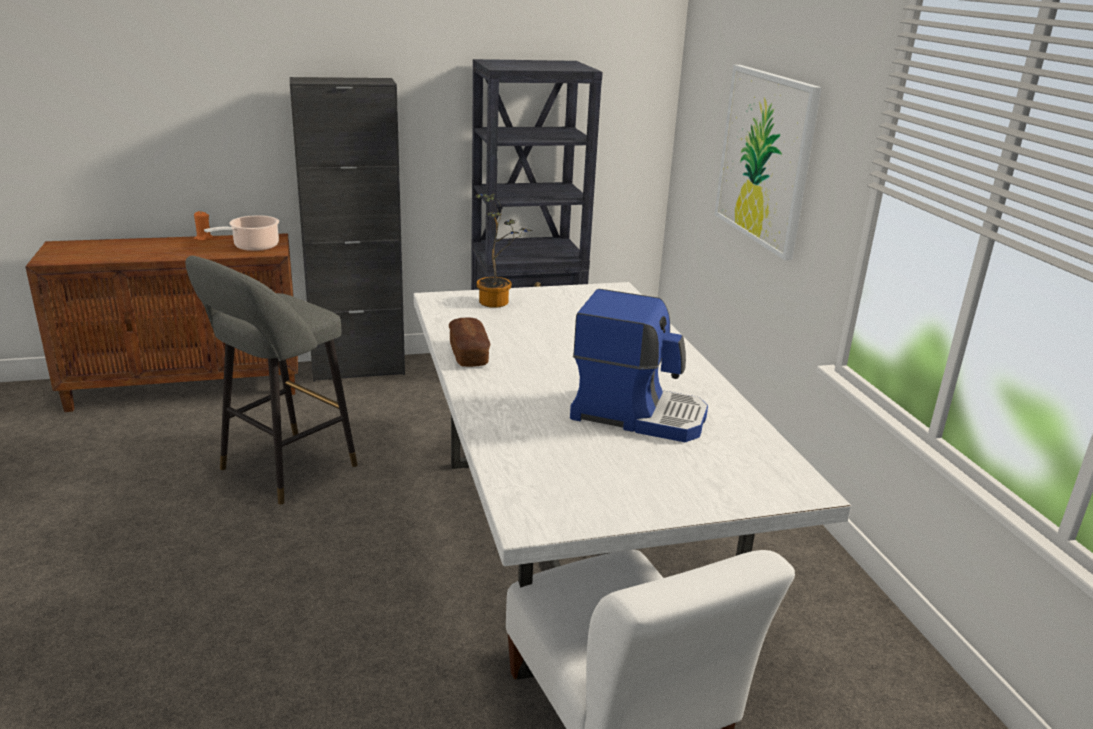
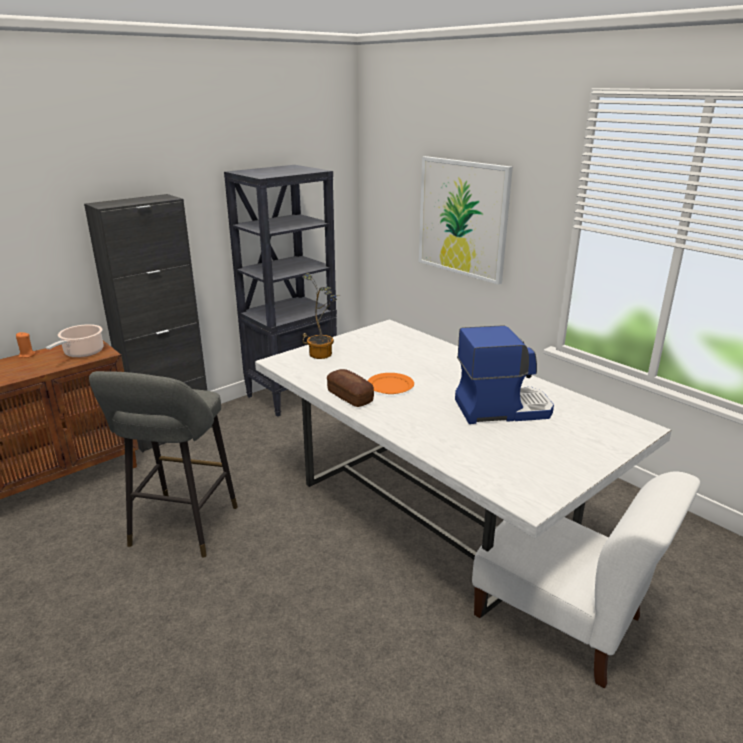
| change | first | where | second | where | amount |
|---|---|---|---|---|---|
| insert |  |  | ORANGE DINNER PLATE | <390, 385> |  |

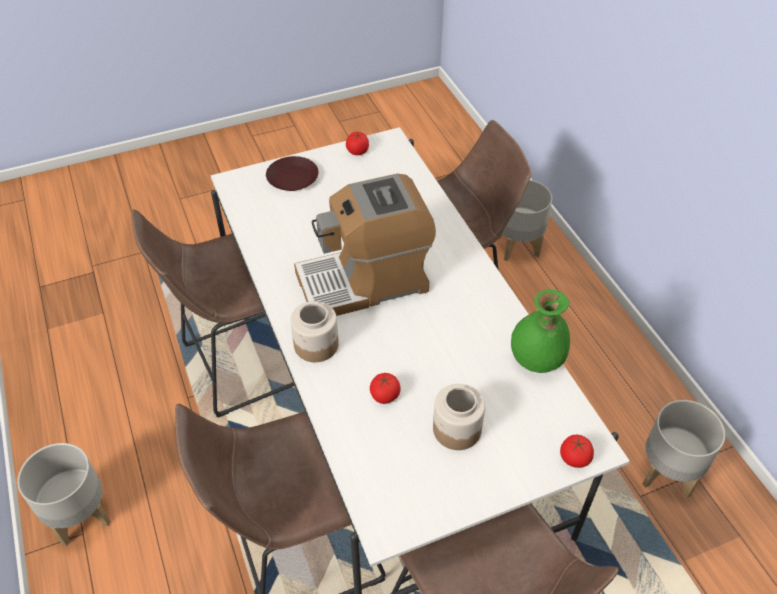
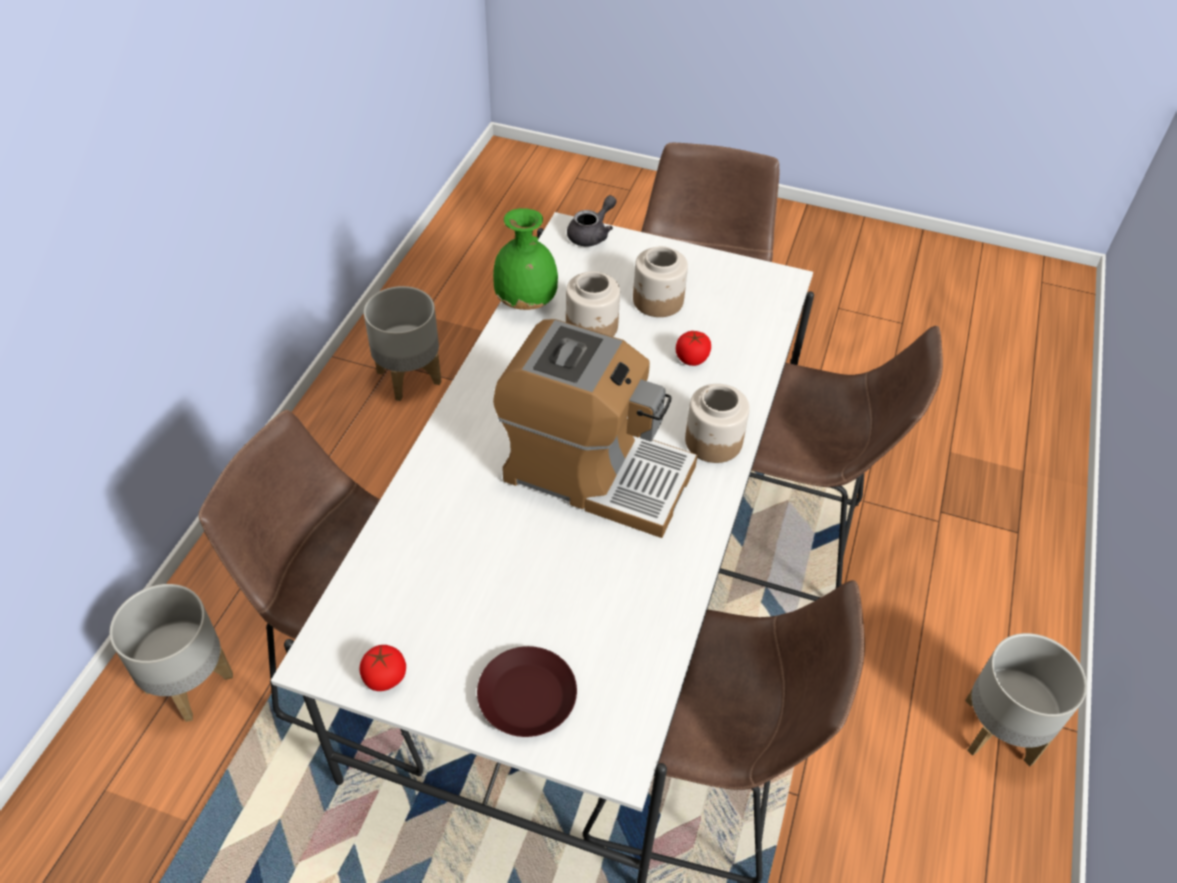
| change | first | where | second | where | amount |
|---|---|---|---|---|---|
| insert |  |  | PRESERVE JAR | <592, 326> |  |
| replace | WHOLE TOMATO | <574, 458> | GREY TEAPOT | <592, 234> |  |

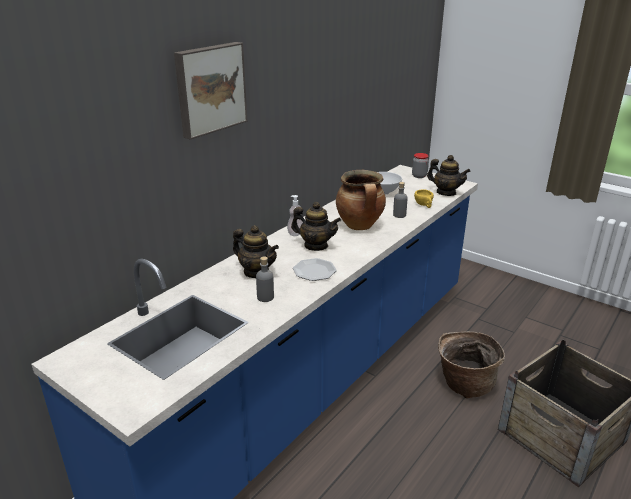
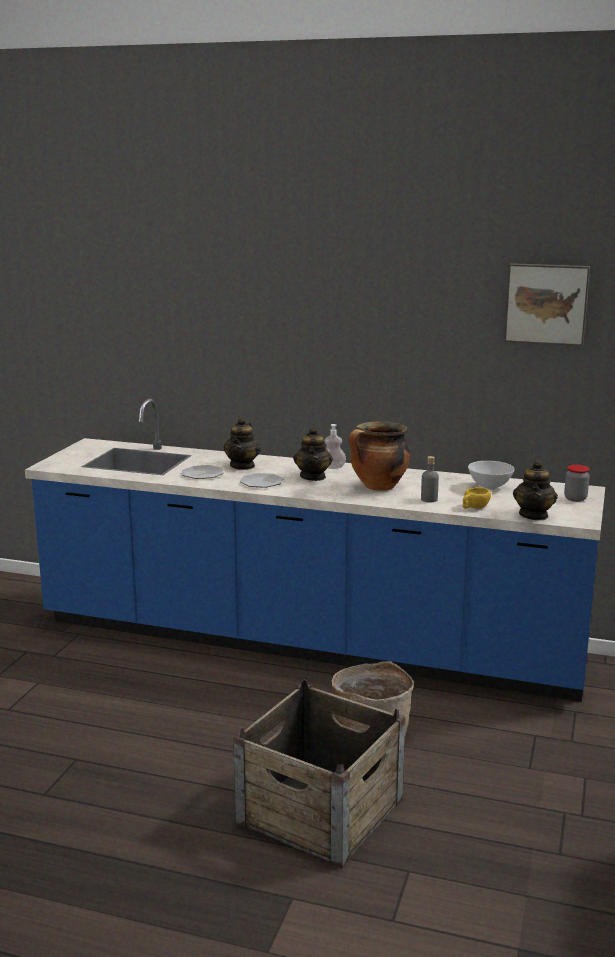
| change | first | where | second | where | amount |
|---|---|---|---|---|---|
| move | WALL ART | <210, 89> |  | <546, 303> |  |
| replace | GREY DRINK BOTTLE | <265, 297> | DINNER PLATE | <203, 474> |  |

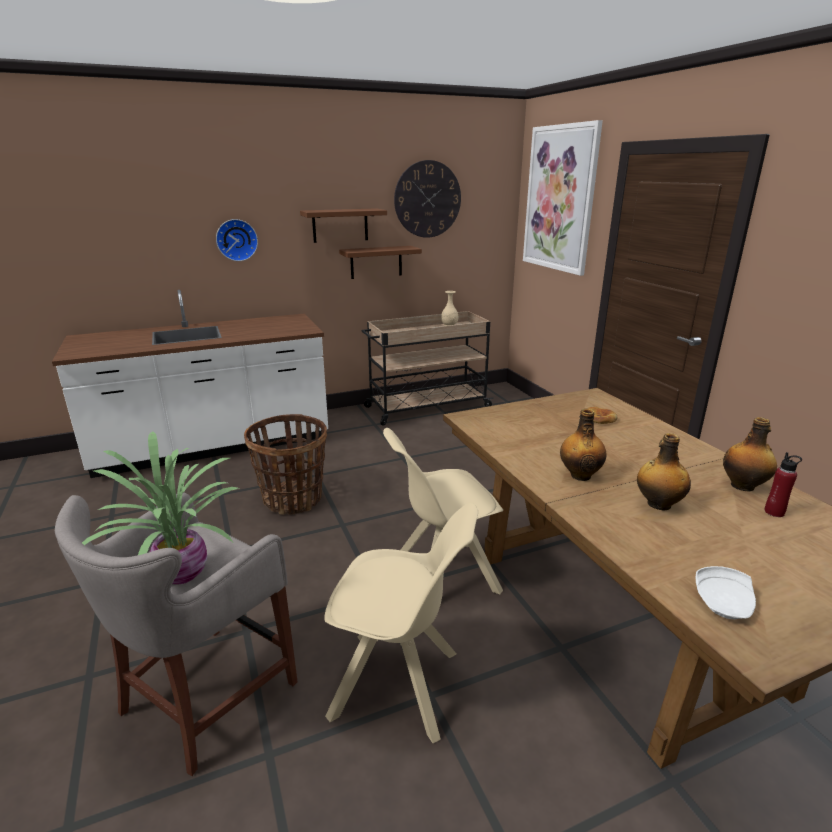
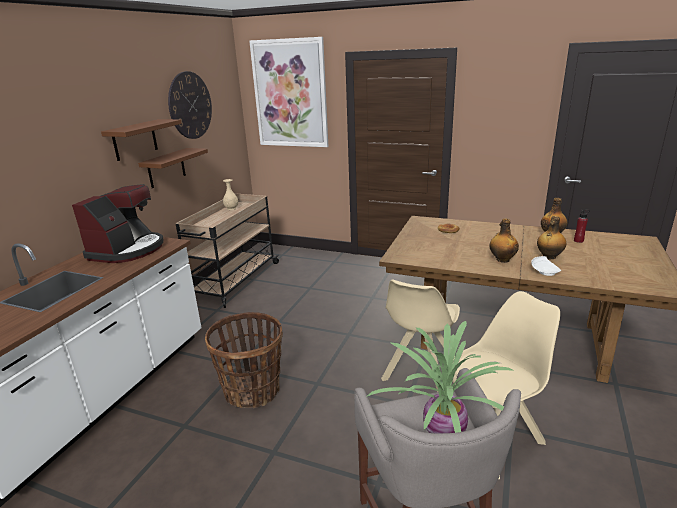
| change | first | where | second | where | amount |
|---|---|---|---|---|---|
| delete | CLOCK ON THE WALL | <236, 240> |  |  |  |
| insert |  |  | COFFEE BREWER | <128, 250> |  |
| move | WHITE DINNER PLATE | <724, 603> |  | <545, 271> |  |

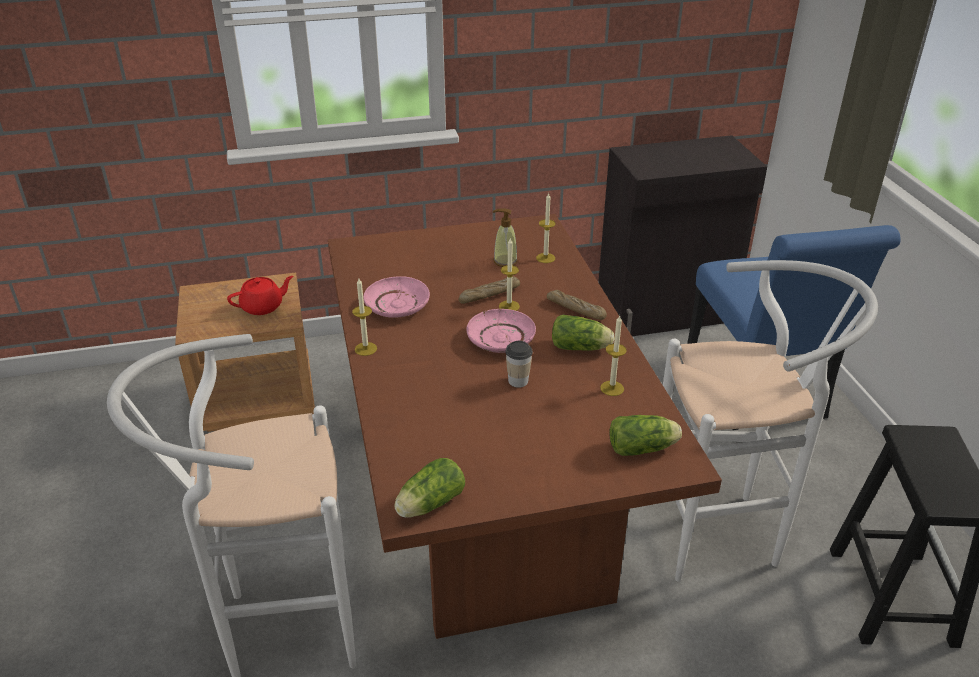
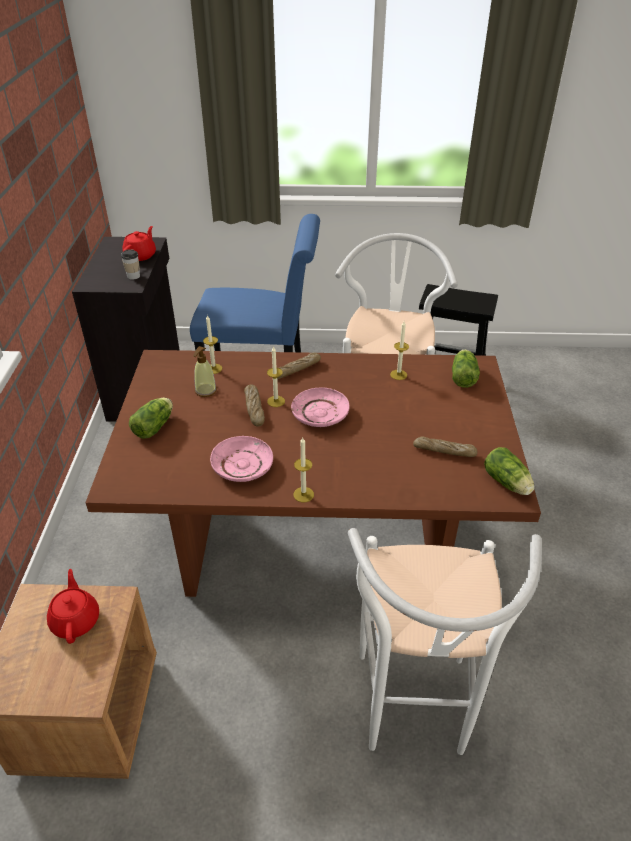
| change | first | where | second | where | amount |
|---|---|---|---|---|---|
| insert |  |  | REDDISH TEAPOT | <141, 255> |  |
| insert |  |  | BREAD | <444, 451> |  |
| move | SMALL CUP | <518, 381> |  | <133, 276> |  |
| move | LETTUCE | <582, 348> |  | <155, 426> |  |

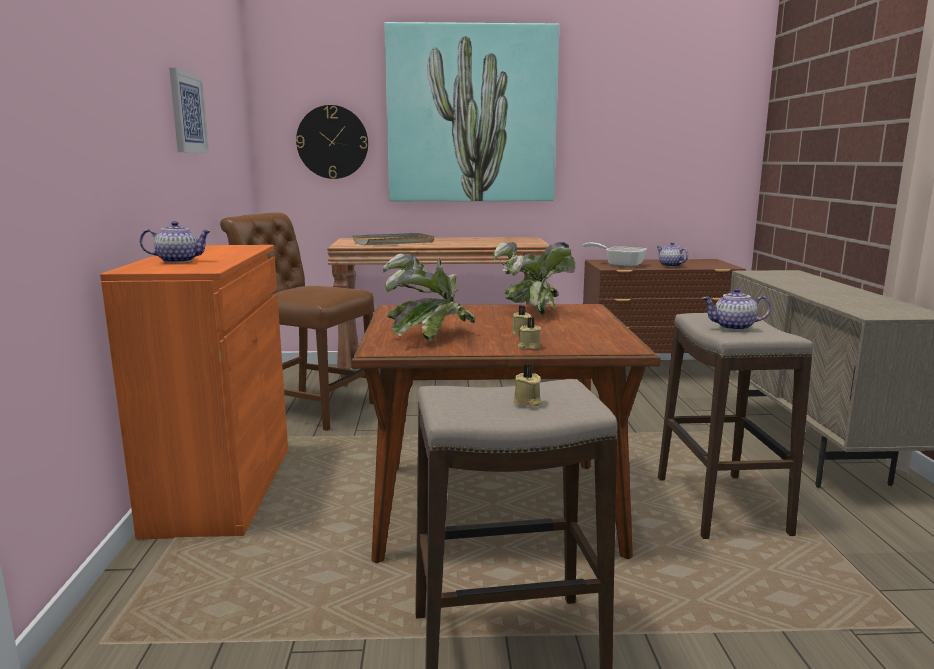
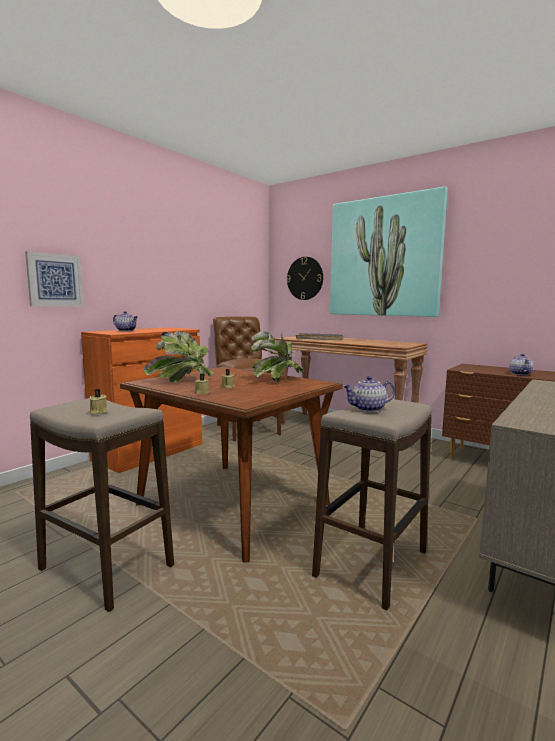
| change | first | where | second | where | amount |
|---|---|---|---|---|---|
| delete | SKILLET | <620, 265> |  |  |  |
| move | WALL ART | <187, 113> |  | <55, 280> |  |
| rotate | TEAPOT | <733, 327> |  | <368, 409> | 60 degrees counterclockwise |

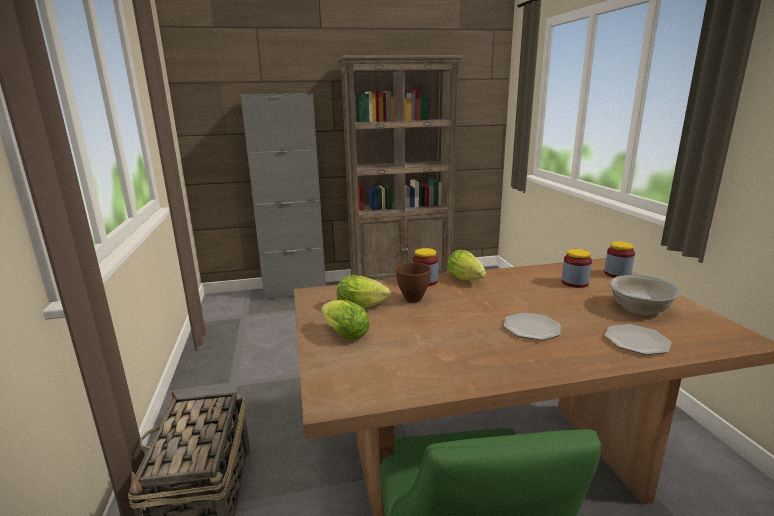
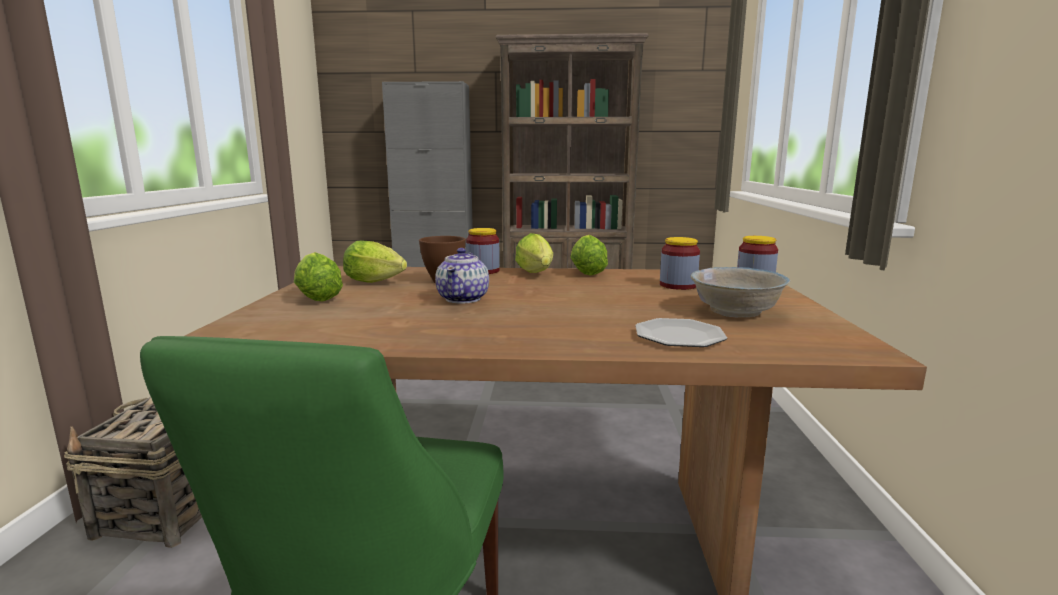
| change | first | where | second | where | amount |
|---|---|---|---|---|---|
| delete | DINNER PLATE | <531, 328> |  |  |  |
| insert |  |  | TEAPOT | <463, 298> |  |
| insert |  |  | LETTUCE | <587, 272> |  |

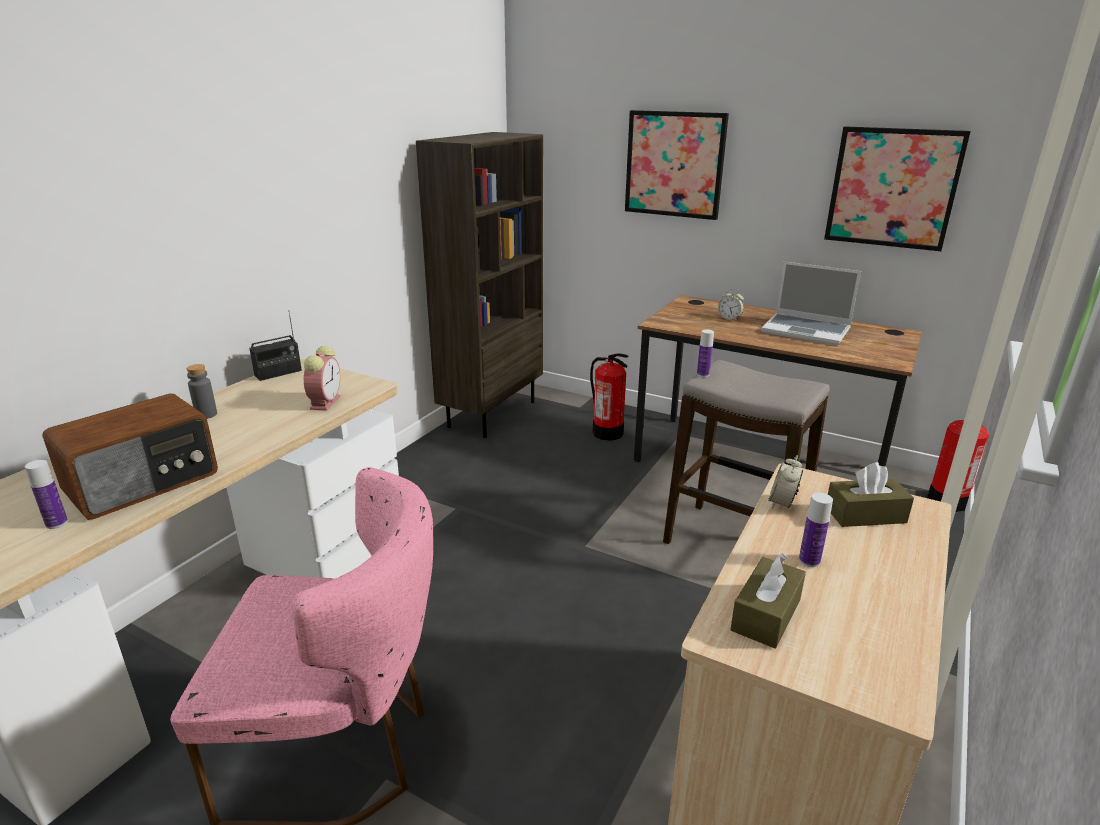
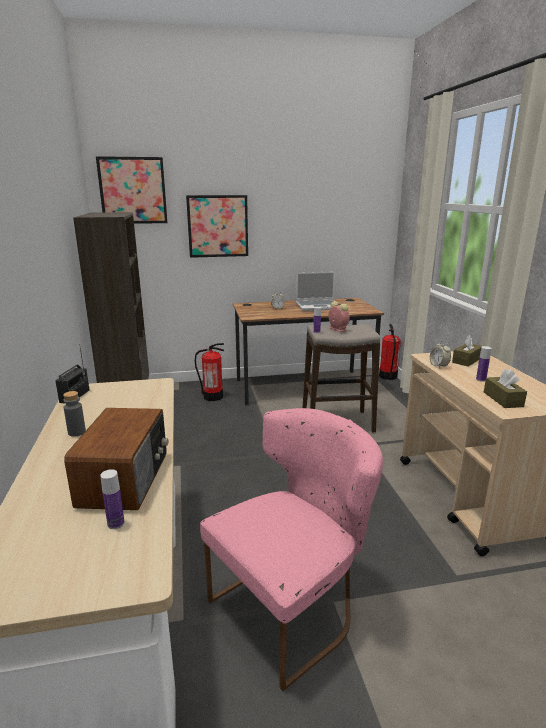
| change | first | where | second | where | amount |
|---|---|---|---|---|---|
| move | TABLE CLOCK | <325, 402> |  | <337, 329> |  |
| move | WALL ART | <893, 188> |  | <133, 190> |  |

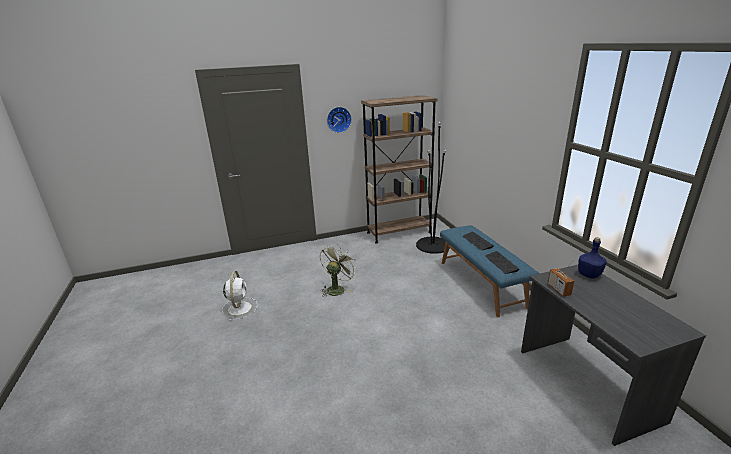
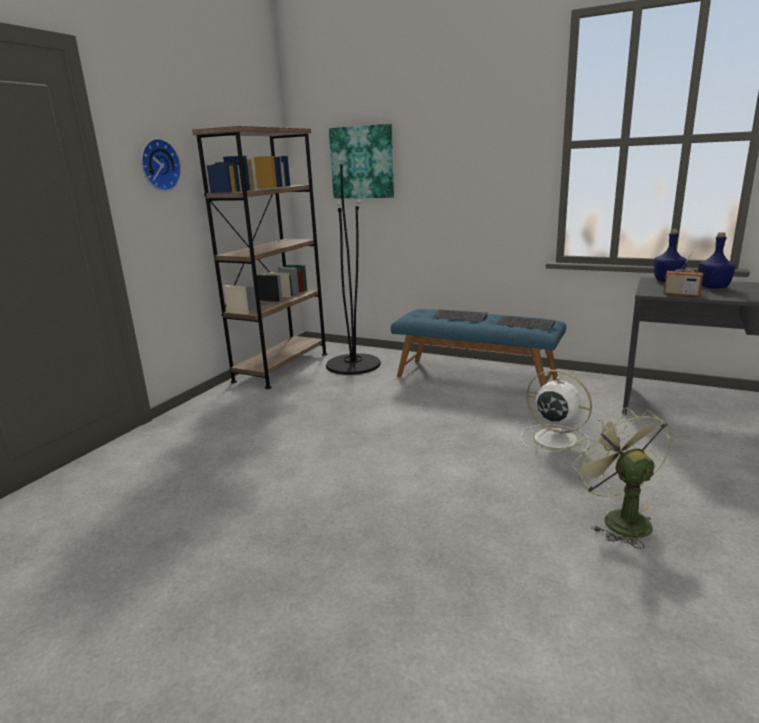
| change | first | where | second | where | amount |
|---|---|---|---|---|---|
| insert |  |  | WALL ART | <362, 162> |  |
| insert |  |  | BLUE DRINK BOTTLE | <712, 287> |  |
| move | WHITE FAN | <240, 308> |  | <553, 438> |  |
| move | GREEN-COLOURED FAN | <337, 288> |  | <618, 519> |  |

